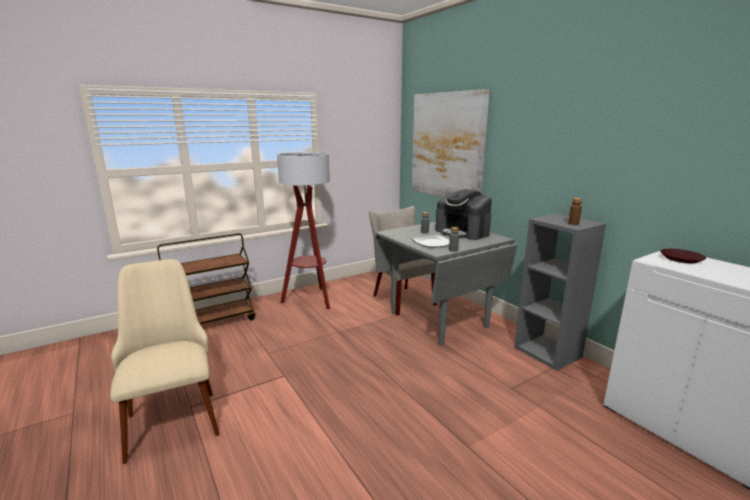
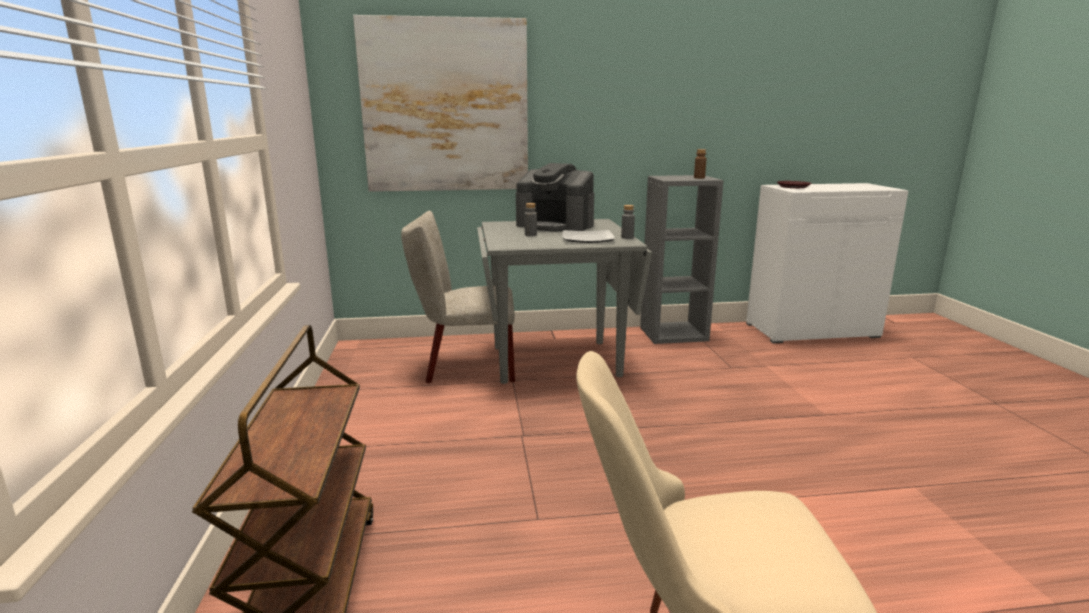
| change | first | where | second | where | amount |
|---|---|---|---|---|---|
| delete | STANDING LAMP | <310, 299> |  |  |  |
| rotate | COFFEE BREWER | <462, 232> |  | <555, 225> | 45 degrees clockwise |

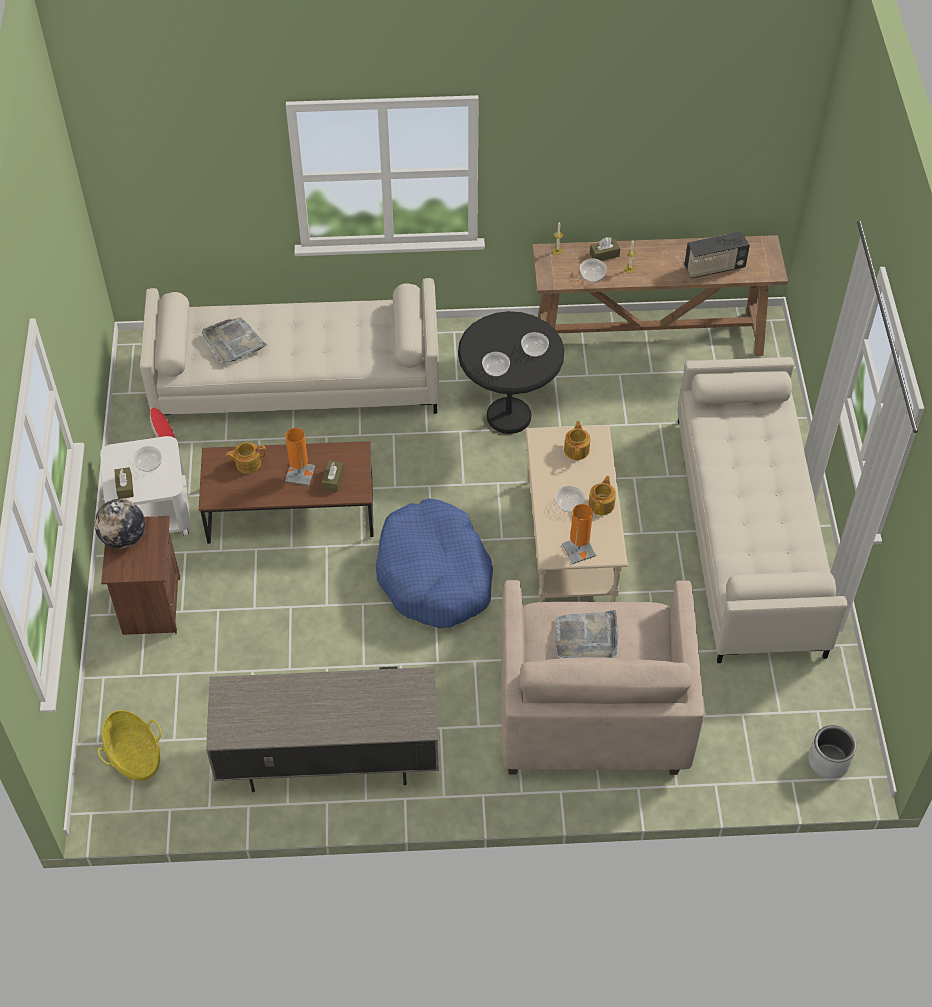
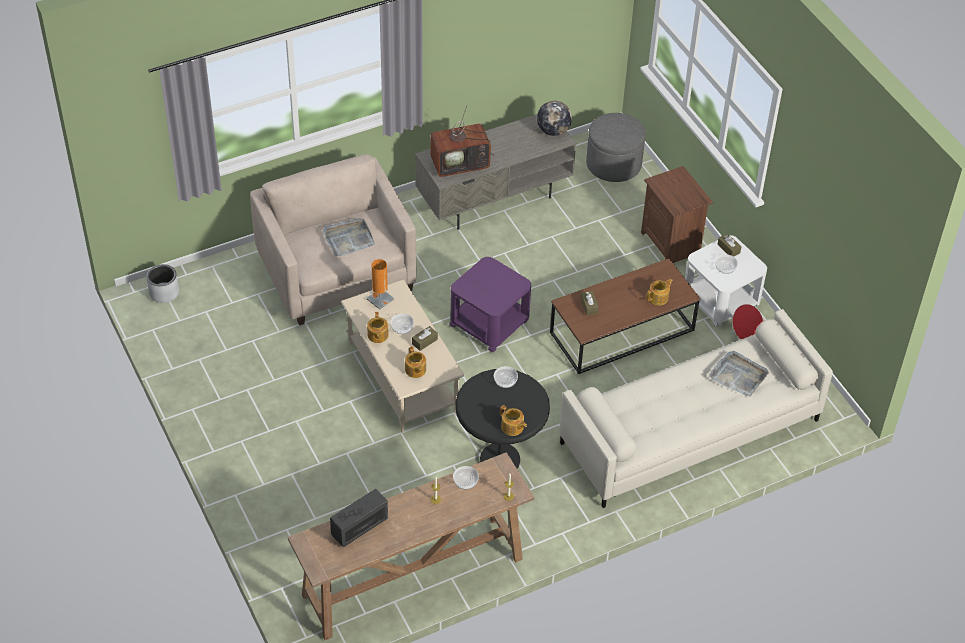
| change | first | where | second | where | amount |
|---|---|---|---|---|---|
| delete | ORANGE LAMP FOR A TABLE | <300, 474> |  |  |  |
| delete | SERVING BOWL | <535, 349> |  |  |  |
| delete | BEIGE-COLOURED COUCH | <749, 534> |  |  |  |
| insert |  |  | TV SET | <461, 163> |  |
| insert |  |  | TEAPOT | <512, 427> |  |
| move | WORLD GLOBE | <123, 538> |  | <553, 131> |  |
| move | BROWNISH BOX OF TISSUES | <604, 254> |  | <424, 341> |  |
| replace | HOUSEHOLD BASKET | <134, 755> | GREY OTTOMAN | <613, 164> |  |
| replace | BLUE PET BED | <435, 575> | PURPLISH ACCENT TABLE | <489, 322> |  |

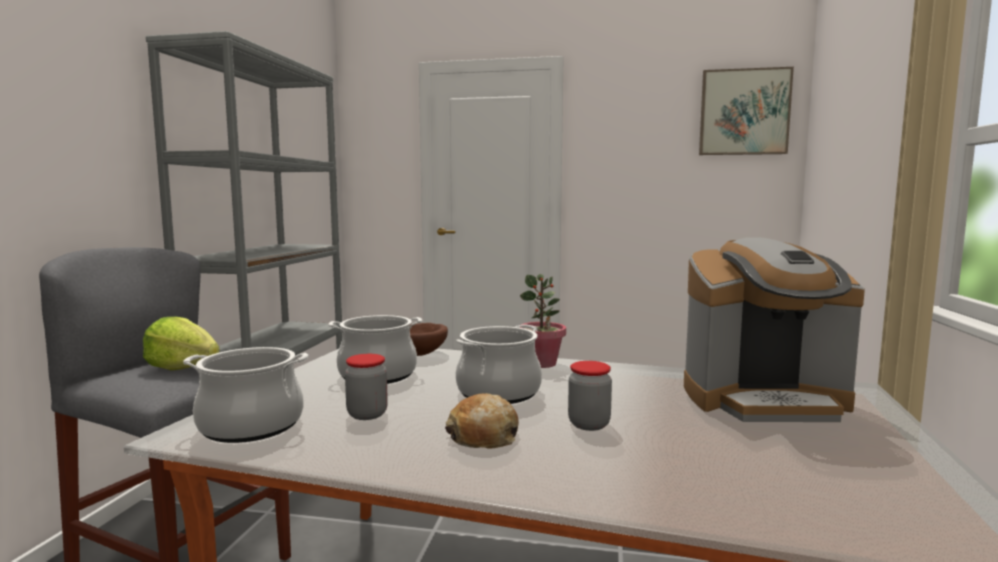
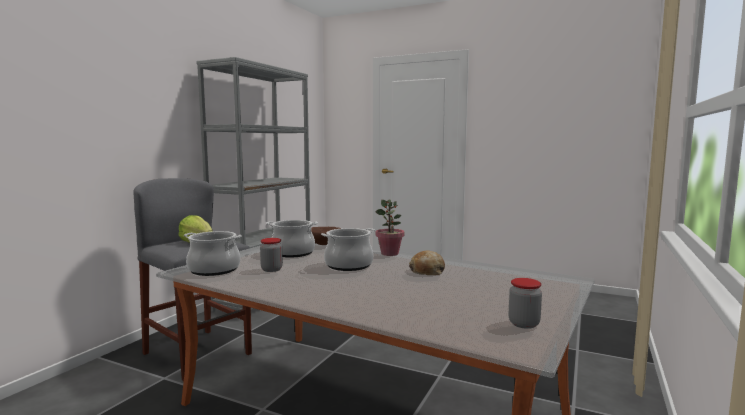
| change | first | where | second | where | amount |
|---|---|---|---|---|---|
| delete | COFFEE BREWER | <764, 400> |  |  |  |
| delete | WALL ART | <744, 112> |  |  |  |
| move | BREAD | <483, 436> |  | <427, 271> |  |
| move | PRESERVE JAR | <589, 424> |  | <523, 324> |  |

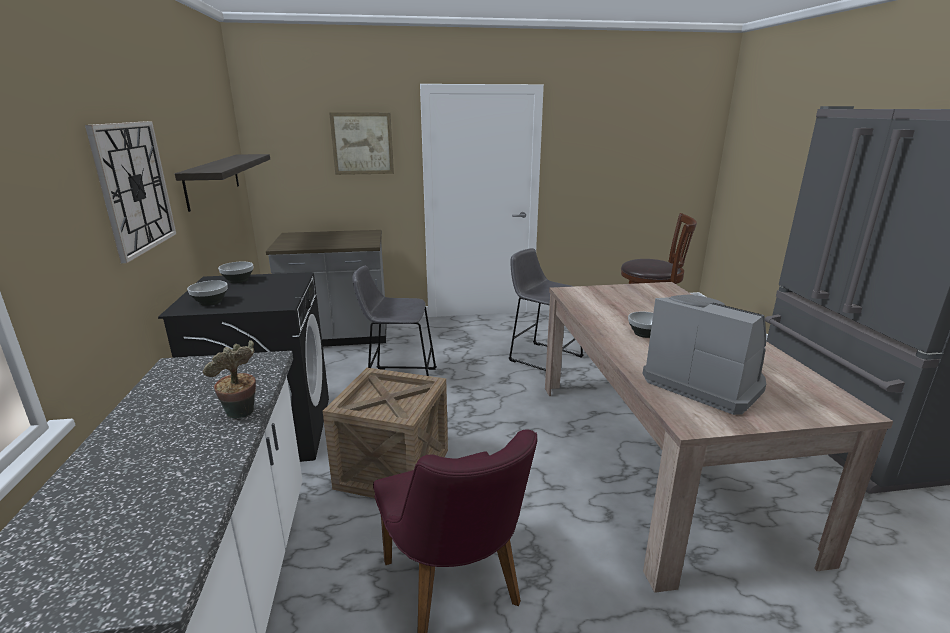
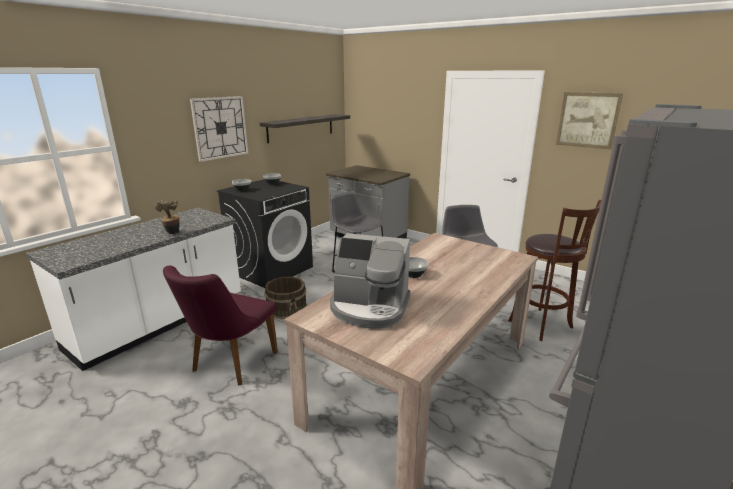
| change | first | where | second | where | amount |
|---|---|---|---|---|---|
| move | WALL ART | <362, 143> |  | <587, 120> |  |
| replace | PACKING CRATE | <393, 469> | BROWNISH BUCKET | <287, 308> |  |
| rotate | COFFEE BREWER | <704, 382> |  | <369, 308> | 105 degrees clockwise |

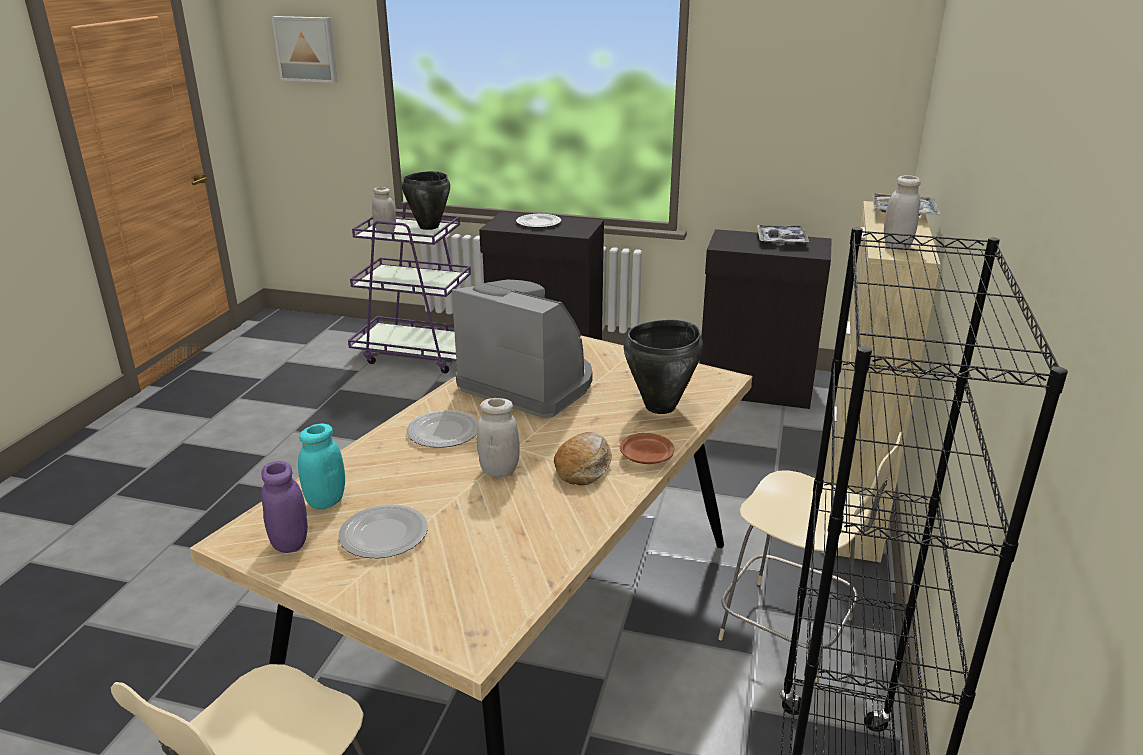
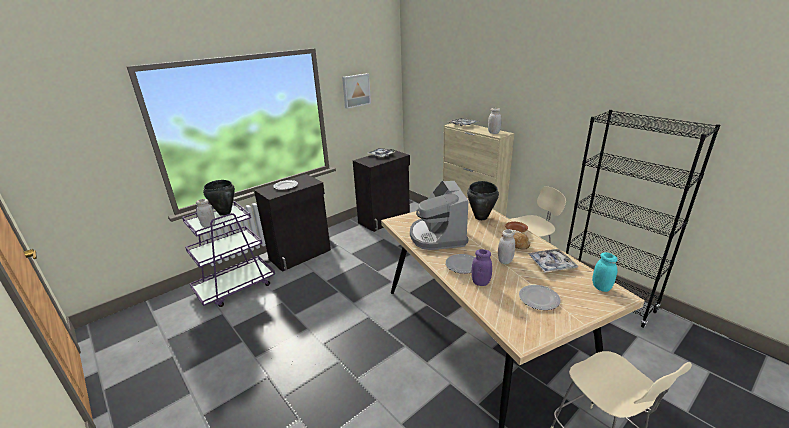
| change | first | where | second | where | amount |
|---|---|---|---|---|---|
| insert |  |  | TRAY | <551, 264> |  |
| move | PURPLISH PRESERVE JAR | <290, 543> |  | <480, 282> |  |
| move | WALL ART | <306, 49> |  | <356, 90> |  |
| move | TURQUOISE PRESERVE JAR | <325, 500> |  | <601, 287> |  |
| rotate | COFFEE BREWER | <529, 384> |  | <437, 236> | 75 degrees counterclockwise |

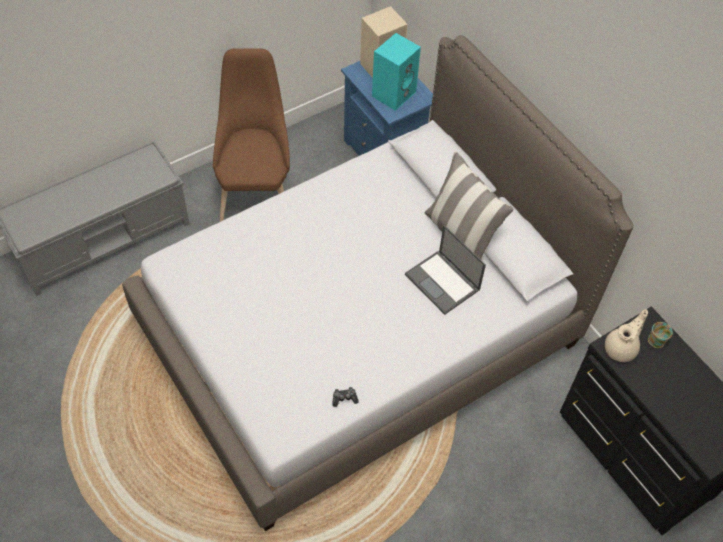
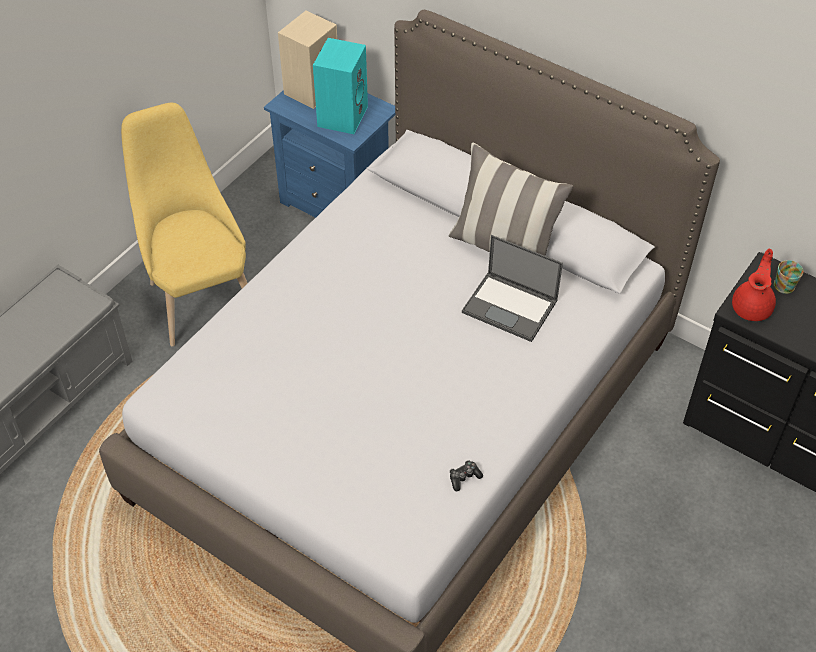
| change | first | where | second | where | amount |
|---|---|---|---|---|---|
| recolor | BROWNISH UPRIGHT CHAIR | <256, 191> | YELLOW UPRIGHT CHAIR | <199, 295> |  |
| recolor | BEIGE-COLOURED TEAPOT | <621, 348> | REDDISH TEAPOT | <752, 307> |  |

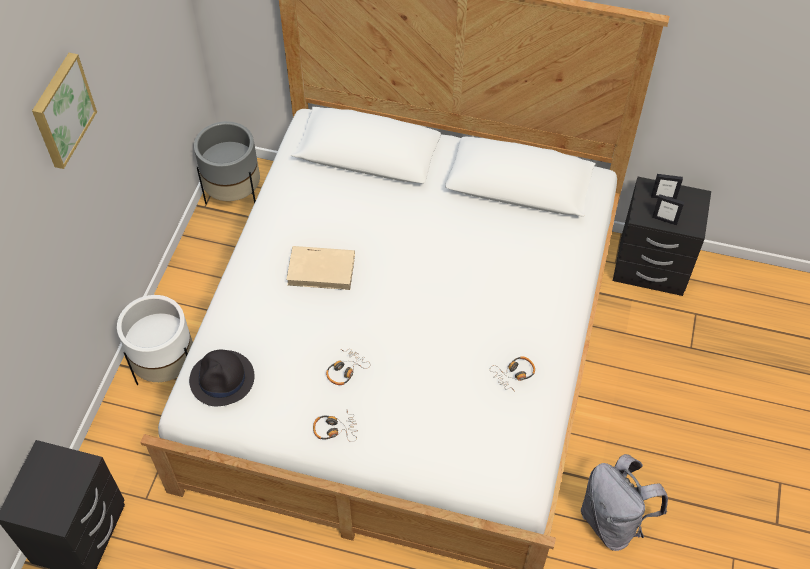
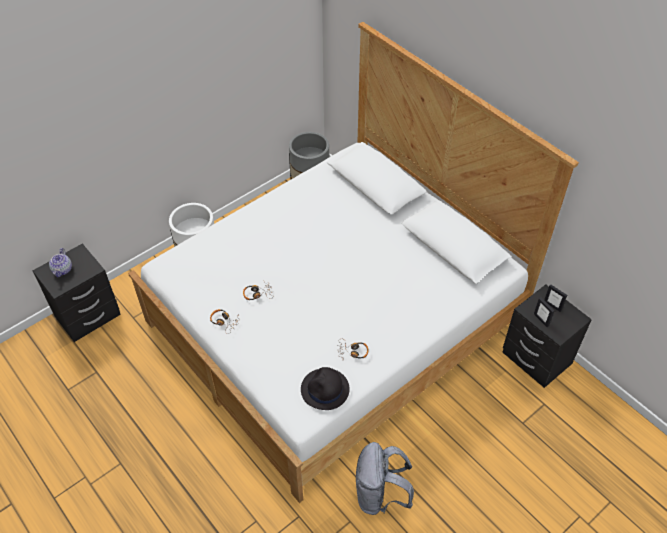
| change | first | where | second | where | amount |
|---|---|---|---|---|---|
| delete | WALL ART | <61, 110> |  |  |  |
| delete | BEIGE-COLOURED VOLUME | <322, 269> |  |  |  |
| insert |  |  | TEAPOT | <63, 270> |  |
| move | BLACK HAT | <222, 379> |  | <325, 390> |  |

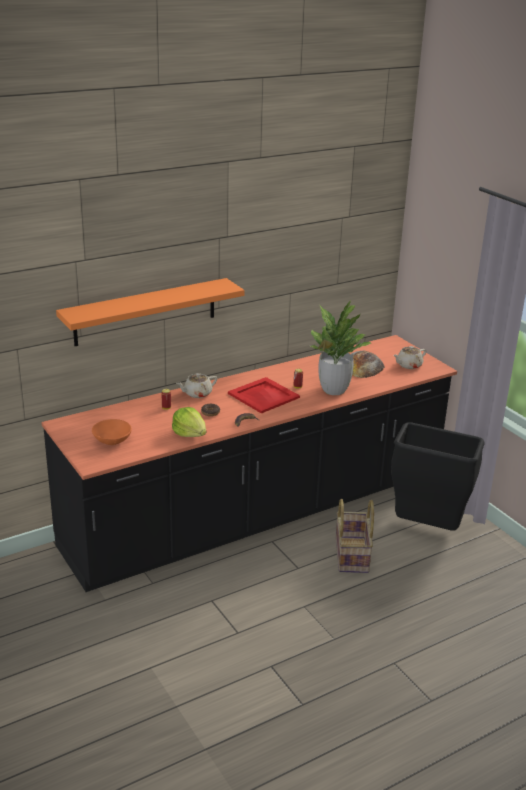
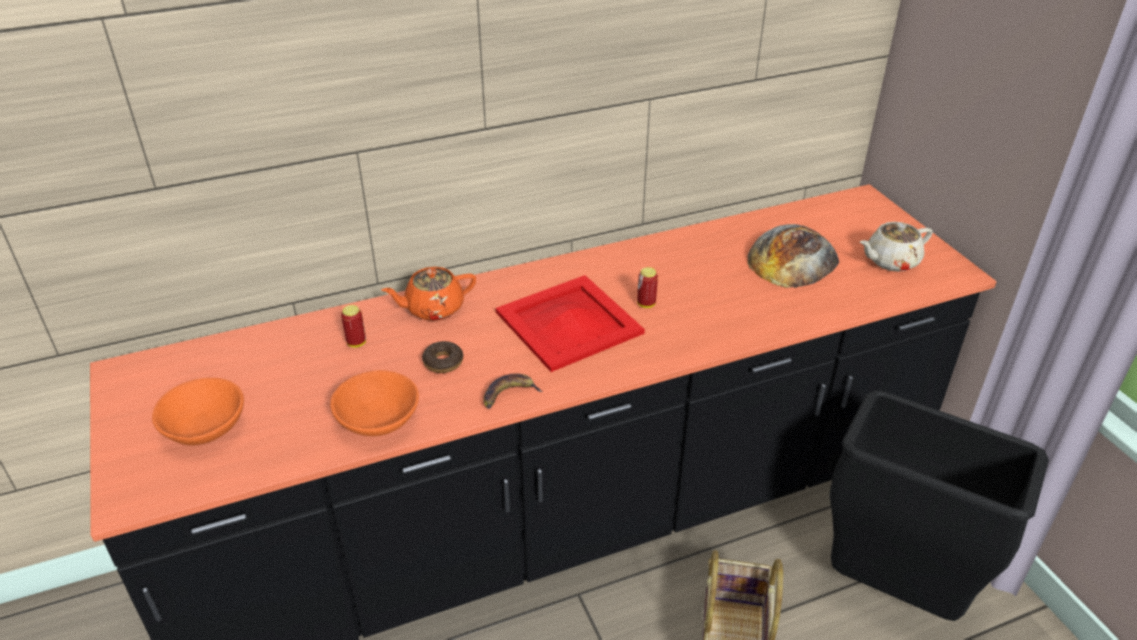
| change | first | where | second | where | amount |
|---|---|---|---|---|---|
| delete | ORANGE WALL SHELF | <145, 312> |  |  |  |
| delete | PLANT IN A POT | <333, 390> |  |  |  |
| replace | LETTUCE | <190, 433> | ORANGE SERVING BOWL | <378, 420> |  |
| recolor | BEIGE-COLOURED TEAPOT | <197, 394> | ORANGE TEAPOT | <433, 308> |  |

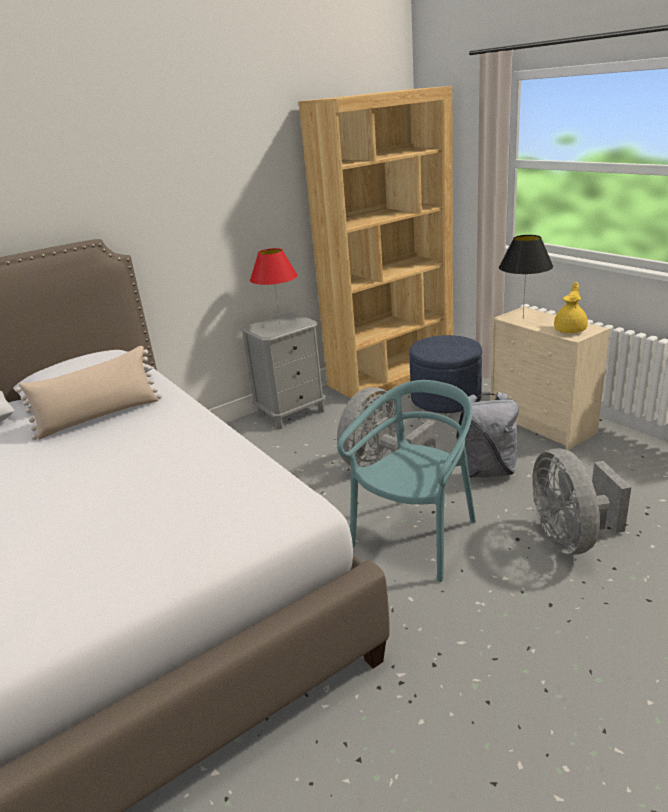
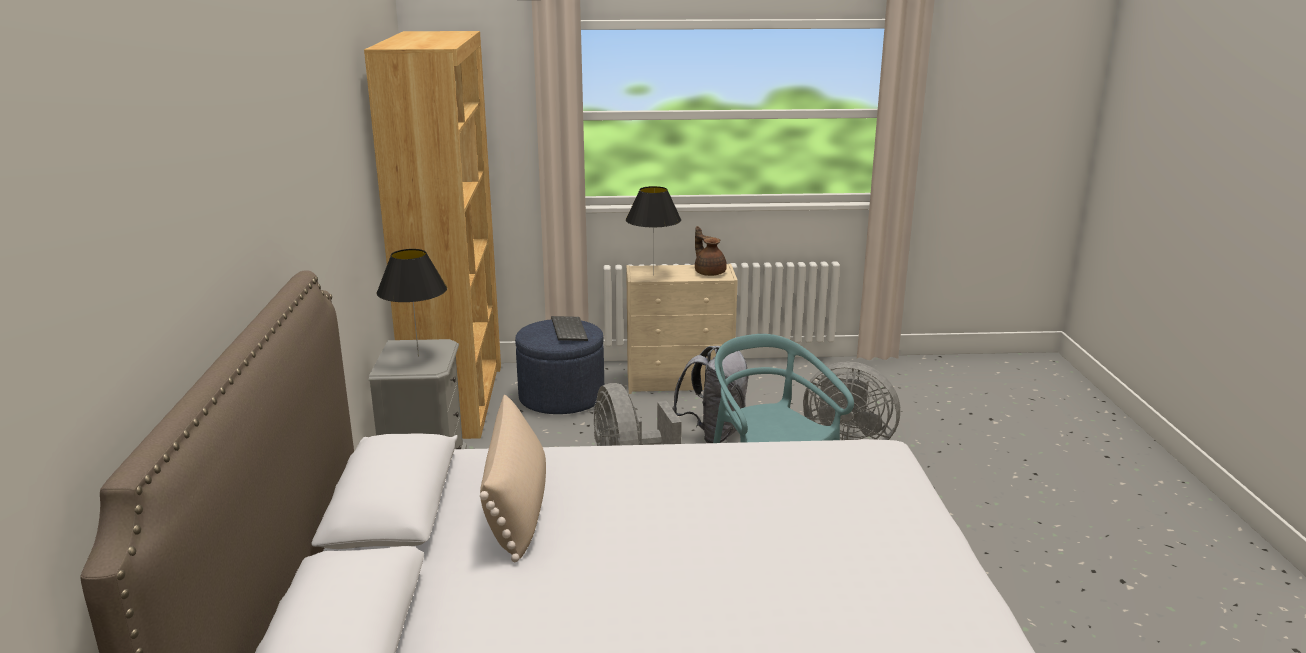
| change | first | where | second | where | amount |
|---|---|---|---|---|---|
| insert |  |  | PC KEYBOARD | <567, 330> |  |
| recolor | REDDISH LAMP FOR A TABLE | <279, 325> | BLACK LAMP FOR A TABLE | <418, 356> |  |
| recolor | YELLOW TEAPOT | <570, 329> | BROWNISH TEAPOT | <709, 272> |  |

